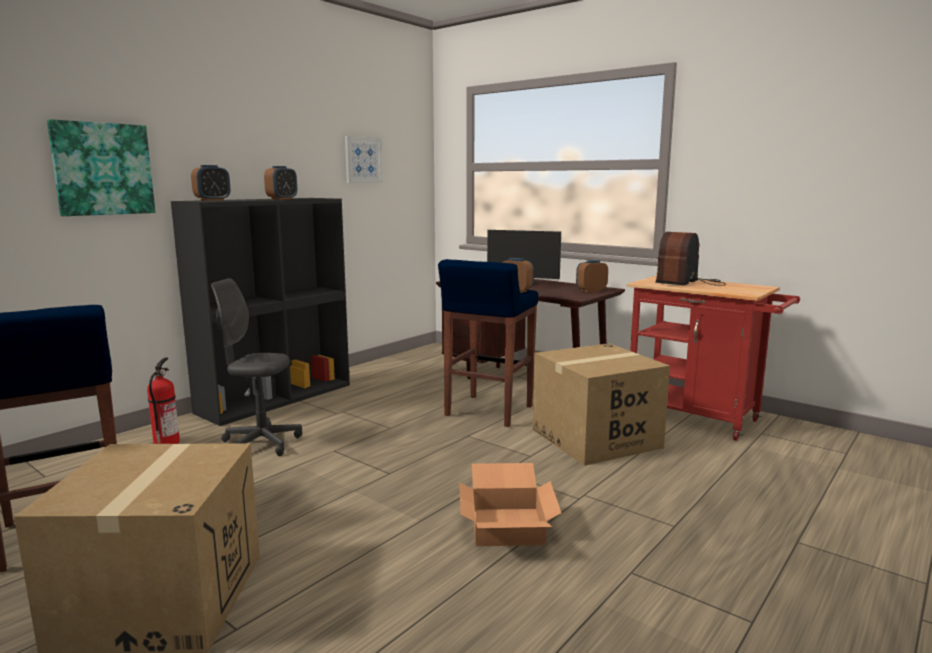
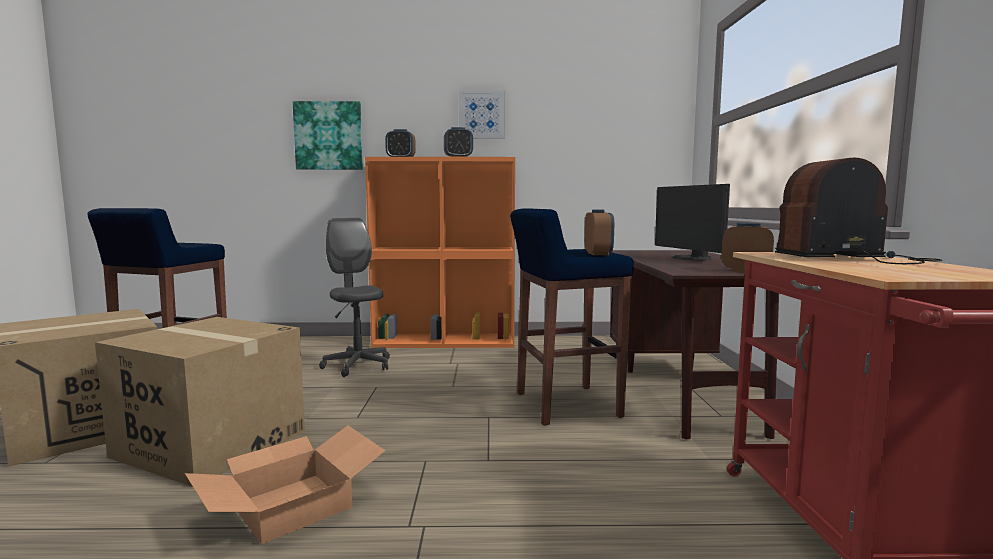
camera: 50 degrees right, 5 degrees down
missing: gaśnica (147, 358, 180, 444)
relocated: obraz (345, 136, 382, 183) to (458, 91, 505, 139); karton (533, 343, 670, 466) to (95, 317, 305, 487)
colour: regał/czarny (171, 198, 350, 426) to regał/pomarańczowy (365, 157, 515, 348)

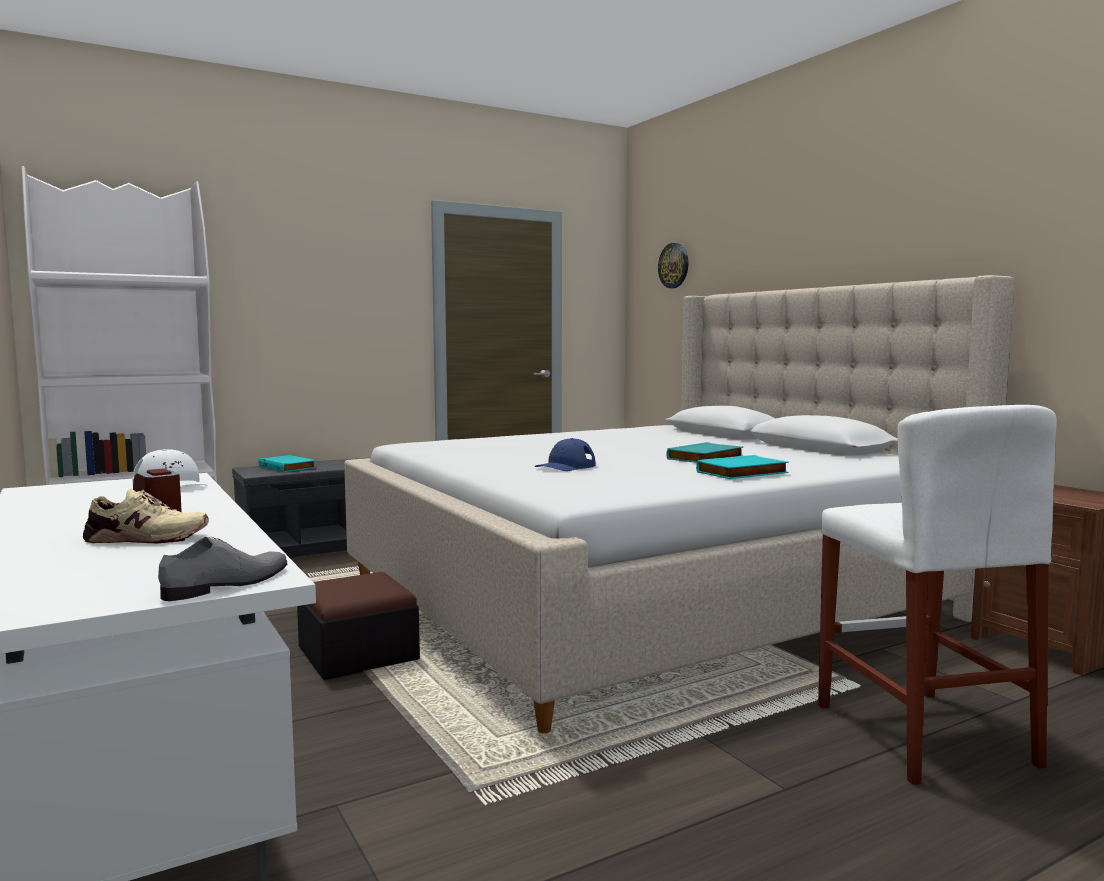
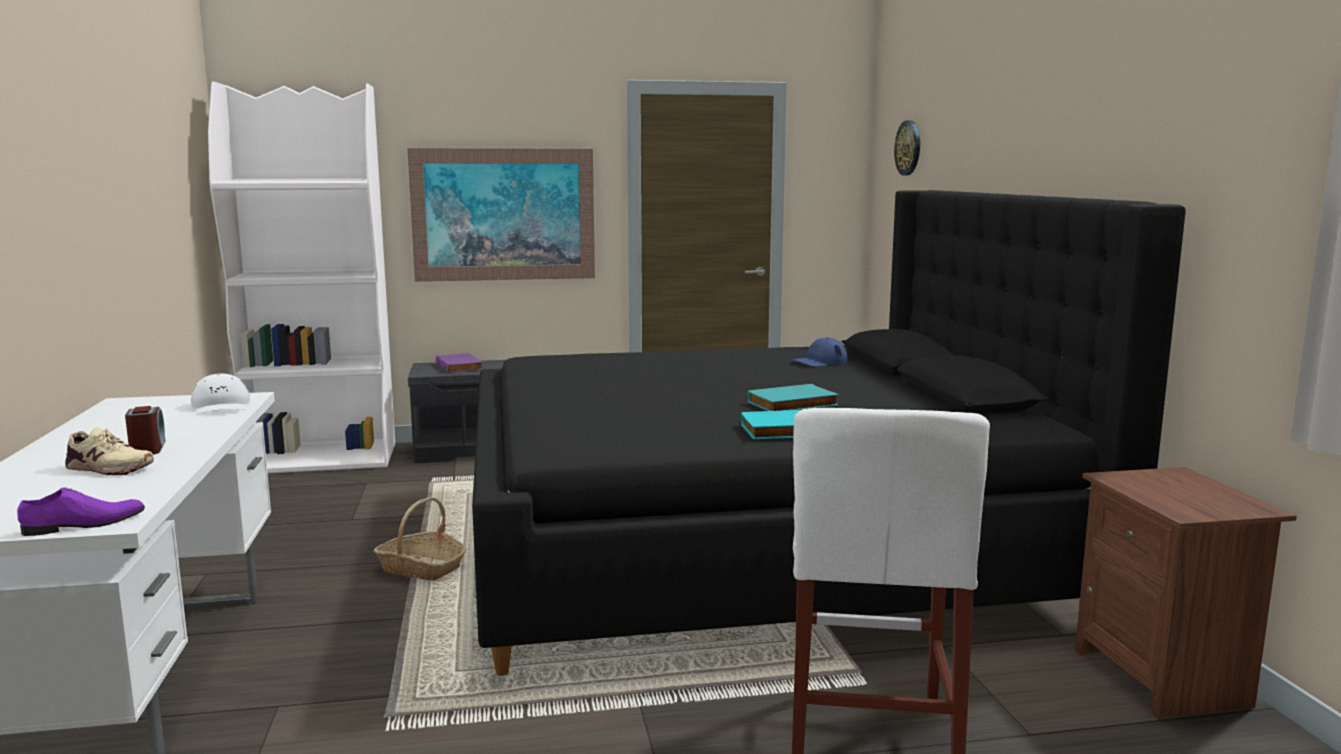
camera: 20 degrees right, 5 degrees up
appeared: obraz (407, 148, 595, 282)
relocated: czapka z daszkiem/niebieski (535, 438, 595, 471) to (792, 337, 848, 367)
exchanged: pufa (297, 572, 420, 680) to koszyk (374, 497, 466, 580)
colour: but/szary (158, 537, 287, 601) to but/fioletowy (17, 488, 145, 536); książka/turkusowy (258, 455, 316, 472) to książka/fioletowy (436, 353, 483, 373); łóżko/beżowy (344, 275, 1015, 733) to łóżko/czarny (472, 190, 1186, 676)

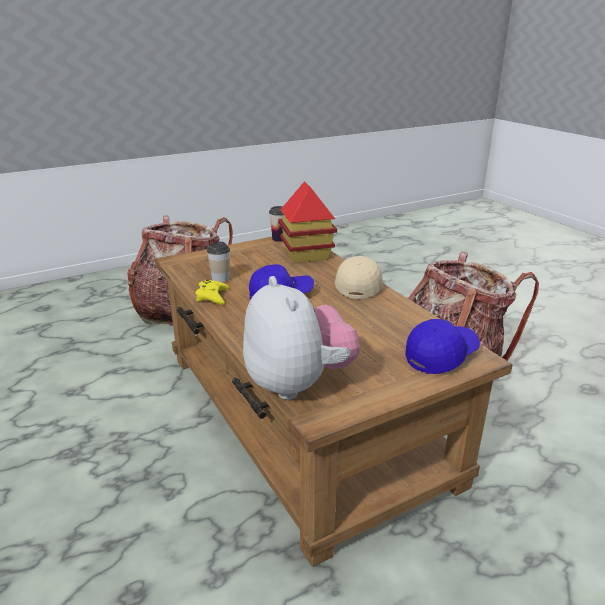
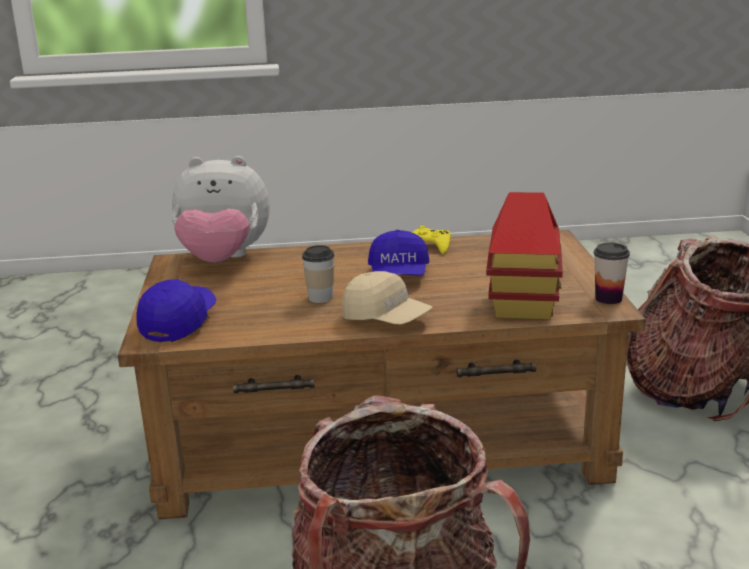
camera: 115 degrees right, 5 degrees down
relocated: filiżanka (207, 242, 230, 283) to (302, 245, 335, 303)
spun: czapka z daszkiem/niebieski (405, 319, 480, 374) = (136, 279, 216, 342) 150 degrees counterclockwise

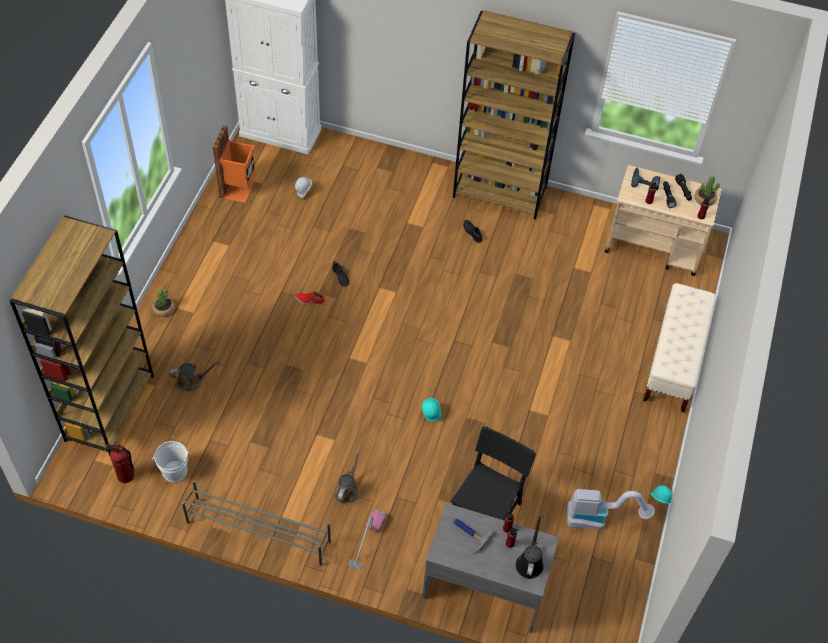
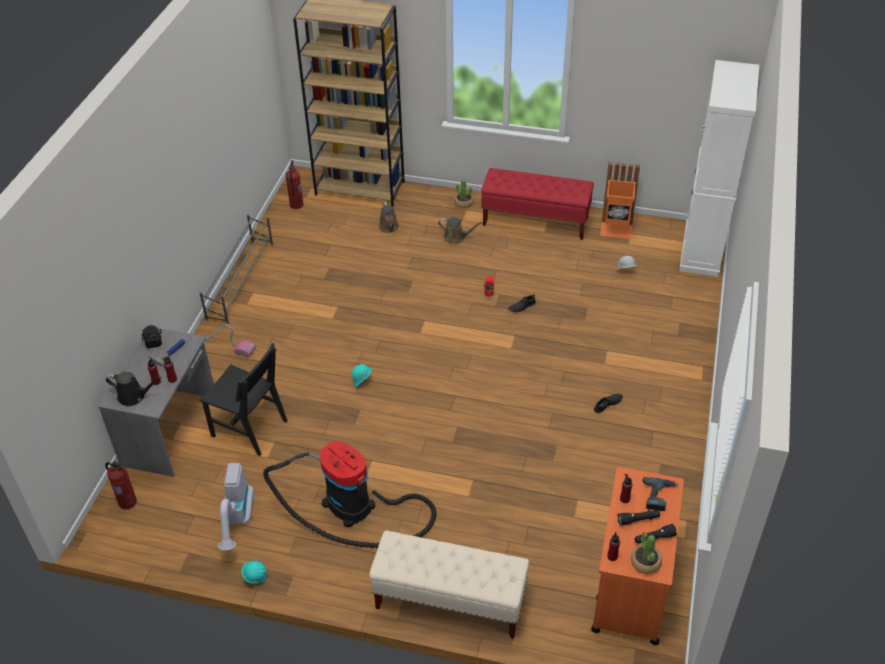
camera: 90 degrees right, 10 degrees down
missing: wiadro/biały (152, 441, 190, 483); regał/brązowy (453, 10, 575, 219)
appeared: gaśnica (105, 461, 137, 509); słoik/czarny (141, 325, 162, 348); odkurzacz (263, 441, 436, 548); ławka/czerwony (481, 168, 594, 240)
relocated: konewka/brązowy (334, 449, 360, 504) to (438, 217, 483, 245)
colour: wózek/beżowy (605, 165, 722, 276) to wózek/pomarańczowy (591, 467, 684, 645)

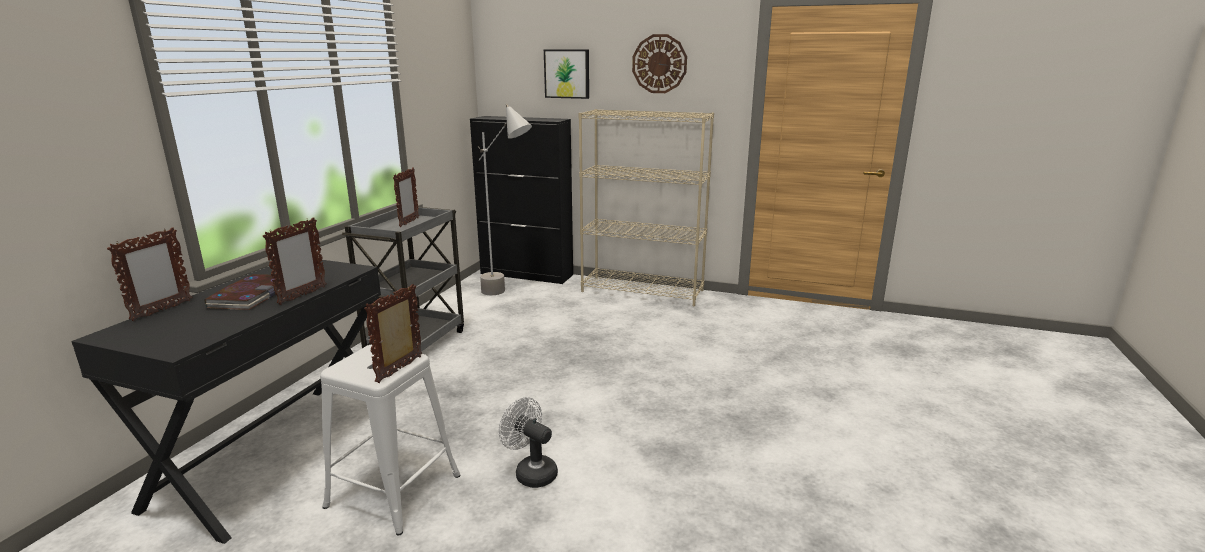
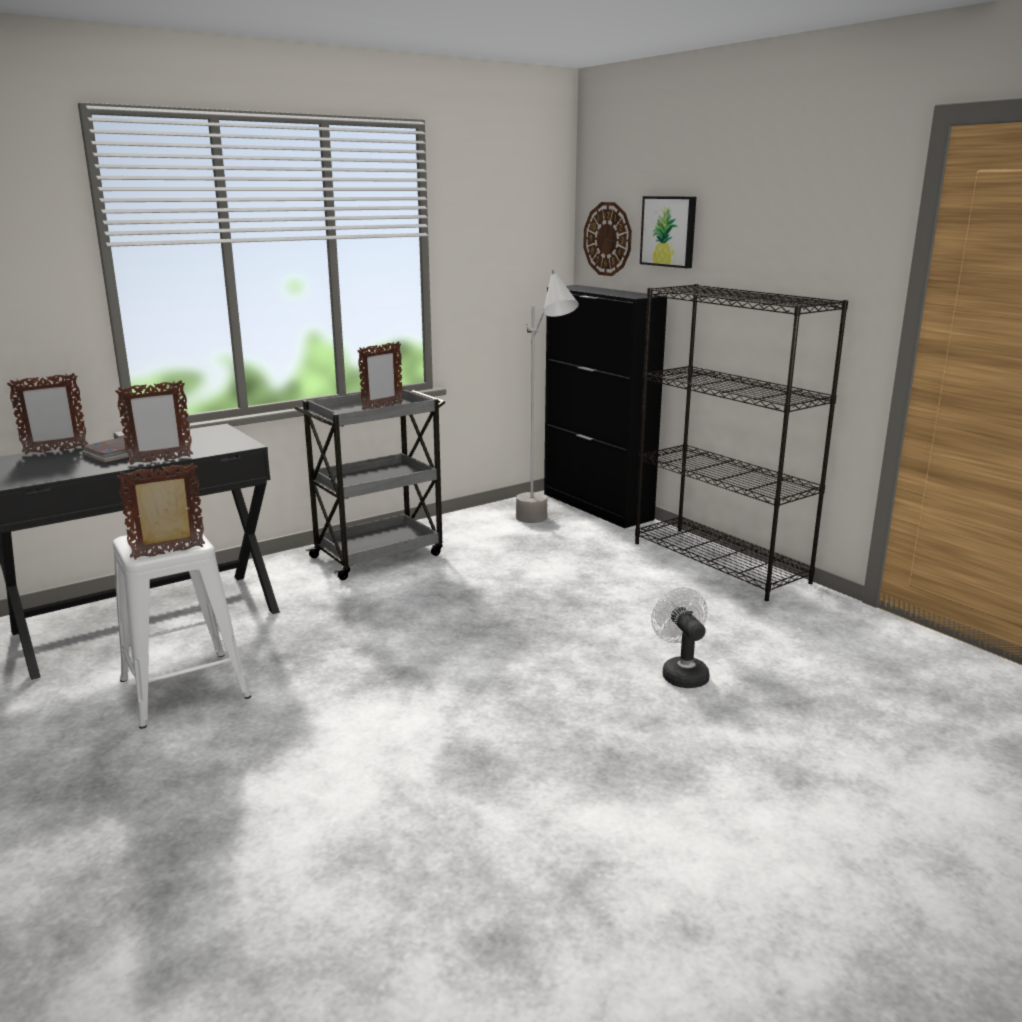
camera: 35 degrees right, 0 degrees up
relocated: wentylator/biały (499, 397, 558, 488) to (651, 587, 709, 688); zegar ścienny (632, 34, 687, 93) to (583, 202, 632, 276)
colour: regał/beżowy (579, 109, 714, 306) to regał/czarny (635, 284, 848, 601)

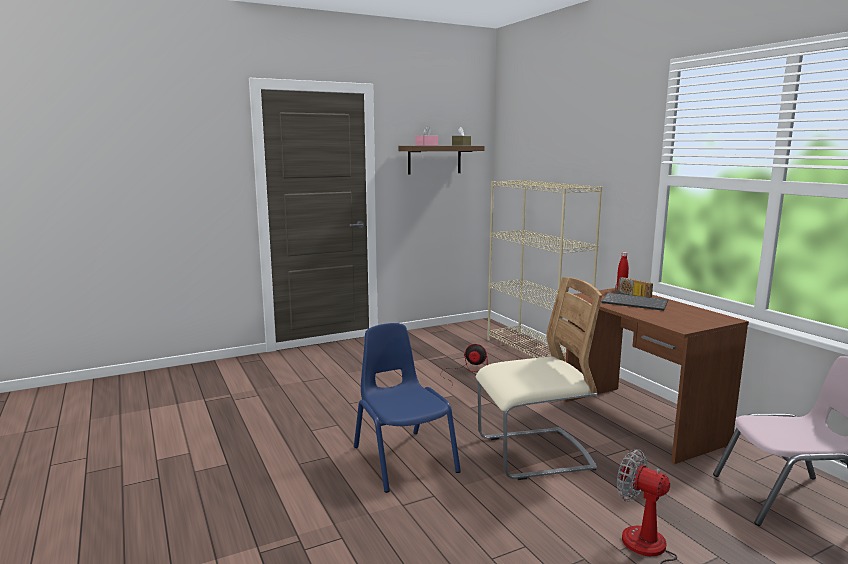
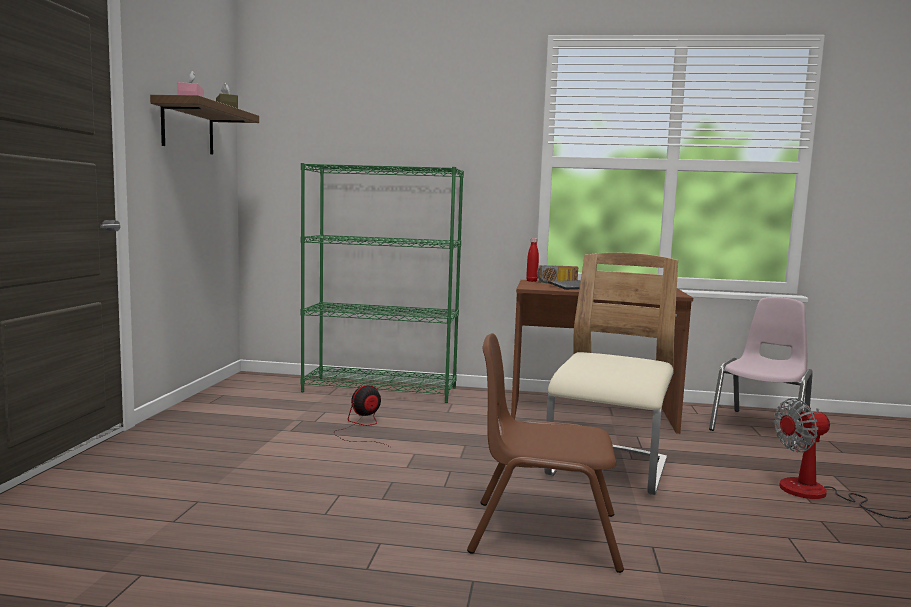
camera: 55 degrees left, 5 degrees down
colour: krzesło/niebieski (354, 323, 461, 493) to krzesło/brązowy (467, 333, 624, 573); regał/beżowy (487, 180, 602, 358) to regał/zielony (300, 163, 464, 403)

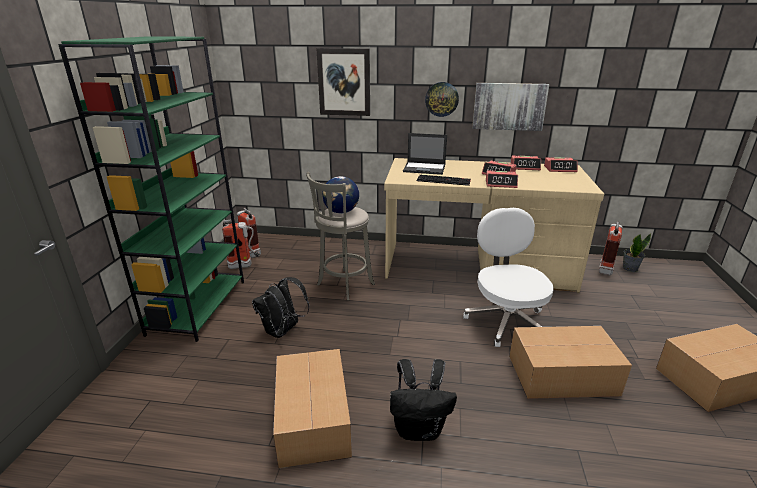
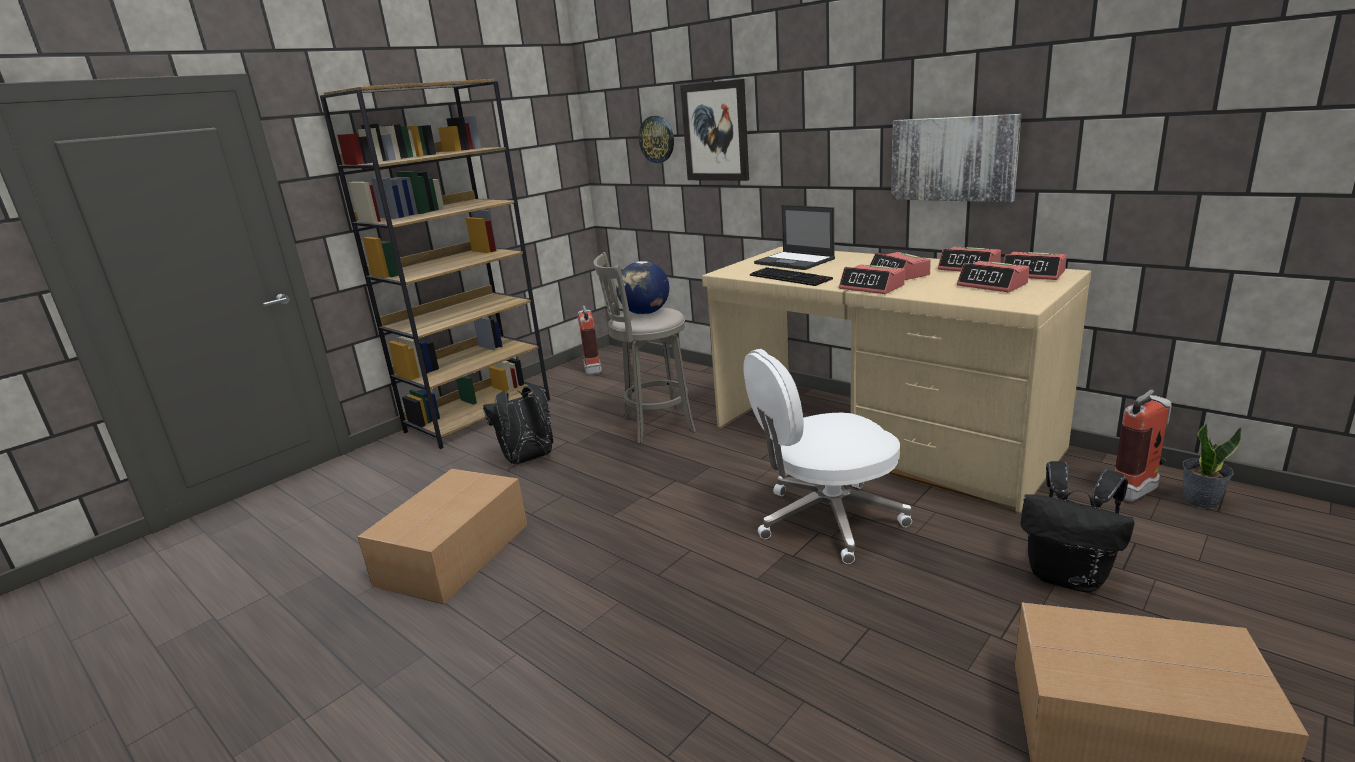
camera: 35 degrees right, 5 degrees down
missing: gaśnica (222, 218, 260, 269); karton (509, 326, 632, 399)
appeared: budzik (957, 261, 1029, 292)
relocated: plecak/czarny (390, 359, 457, 441) to (1021, 461, 1134, 592); zegar ścienny (425, 82, 459, 117) to (639, 116, 674, 163)
colour: regał/zielony (58, 36, 244, 342) to regał/brązowy (320, 79, 550, 449)
spun: krzesło biurowe/biały (463, 208, 554, 347) = (743, 349, 912, 564) 135 degrees counterclockwise

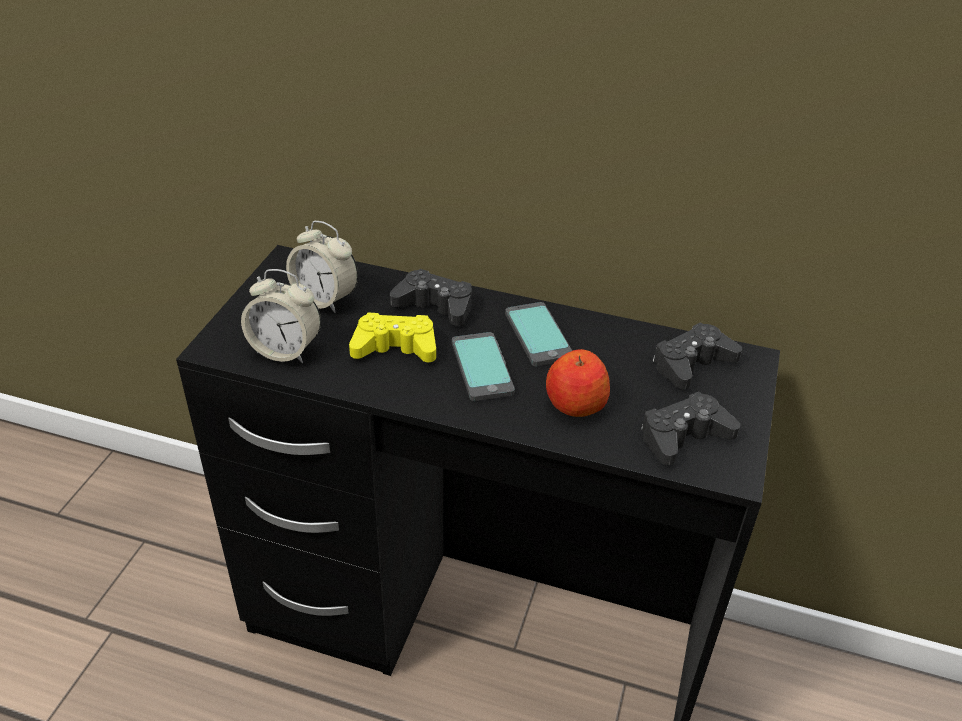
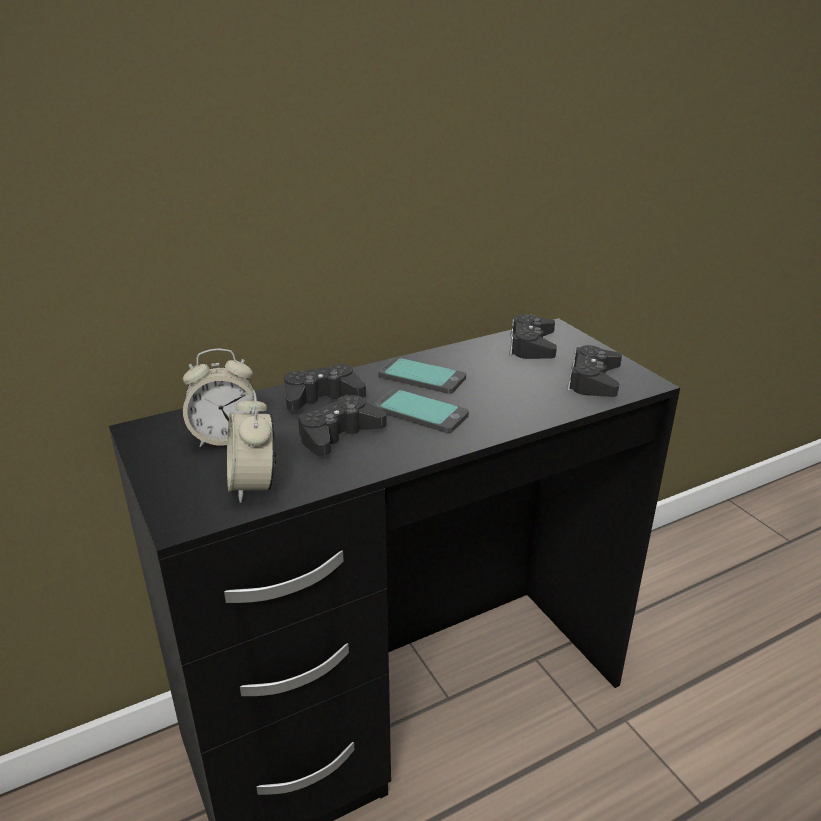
camera: 45 degrees left, 10 degrees down
missing: jabłko (546, 349, 610, 417)
colour: pad do gier/żółty (349, 313, 436, 362) to pad do gier/czarny (298, 395, 387, 456)
spun: budzik (241, 269, 321, 363) = (227, 390, 276, 503) 105 degrees clockwise

